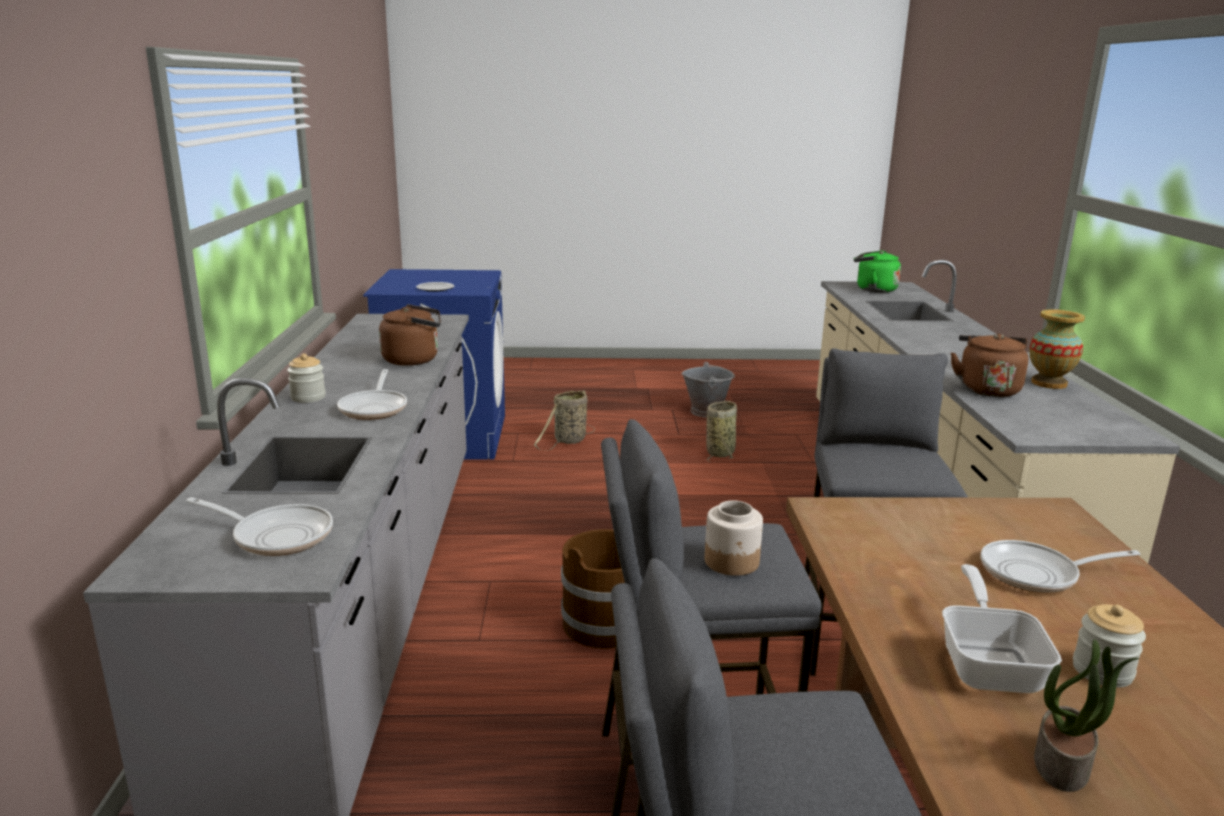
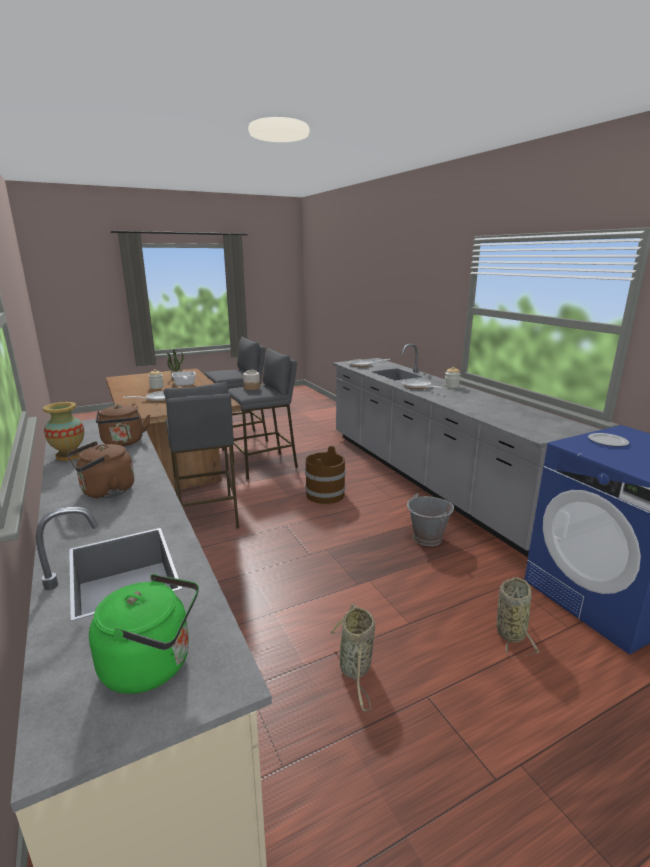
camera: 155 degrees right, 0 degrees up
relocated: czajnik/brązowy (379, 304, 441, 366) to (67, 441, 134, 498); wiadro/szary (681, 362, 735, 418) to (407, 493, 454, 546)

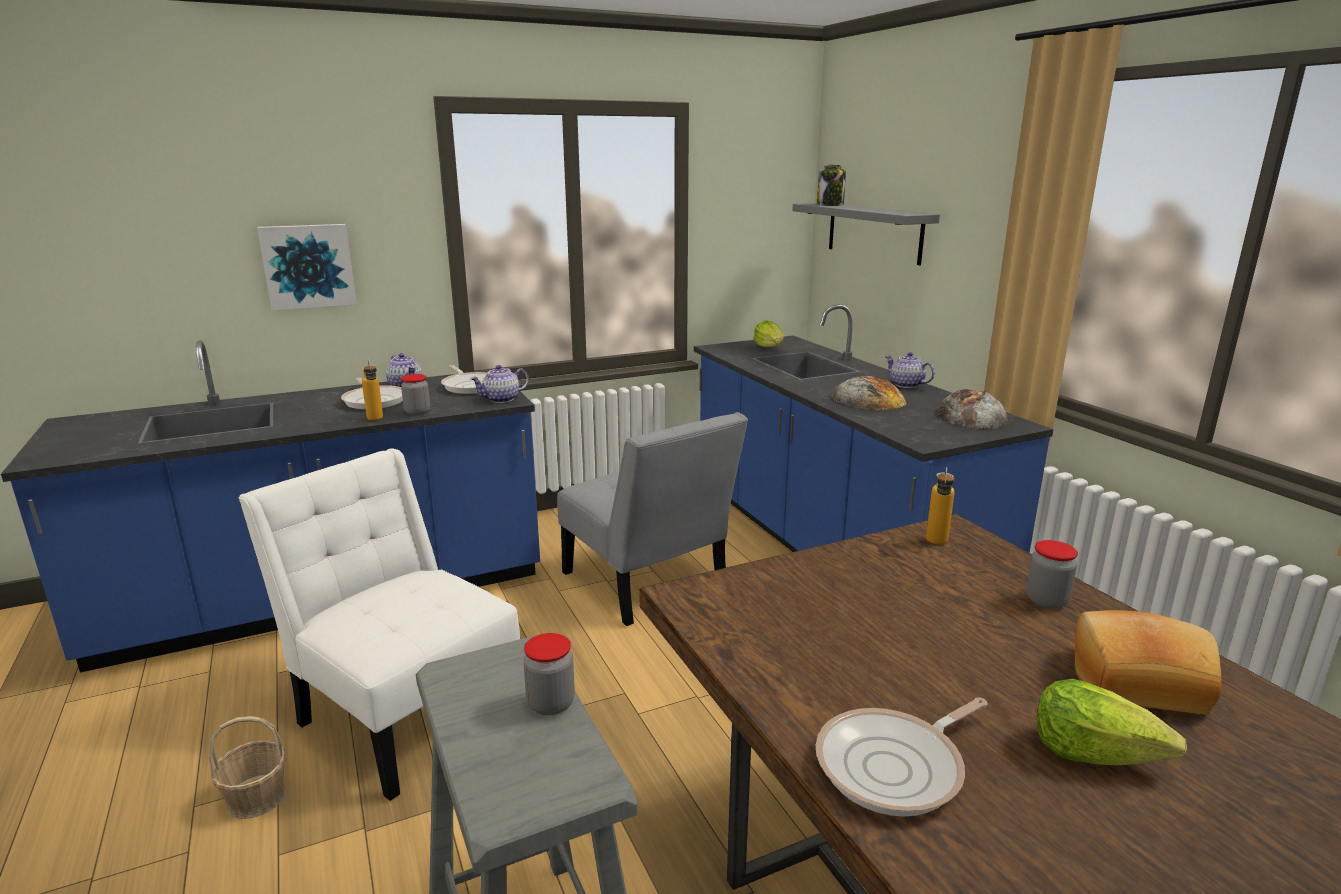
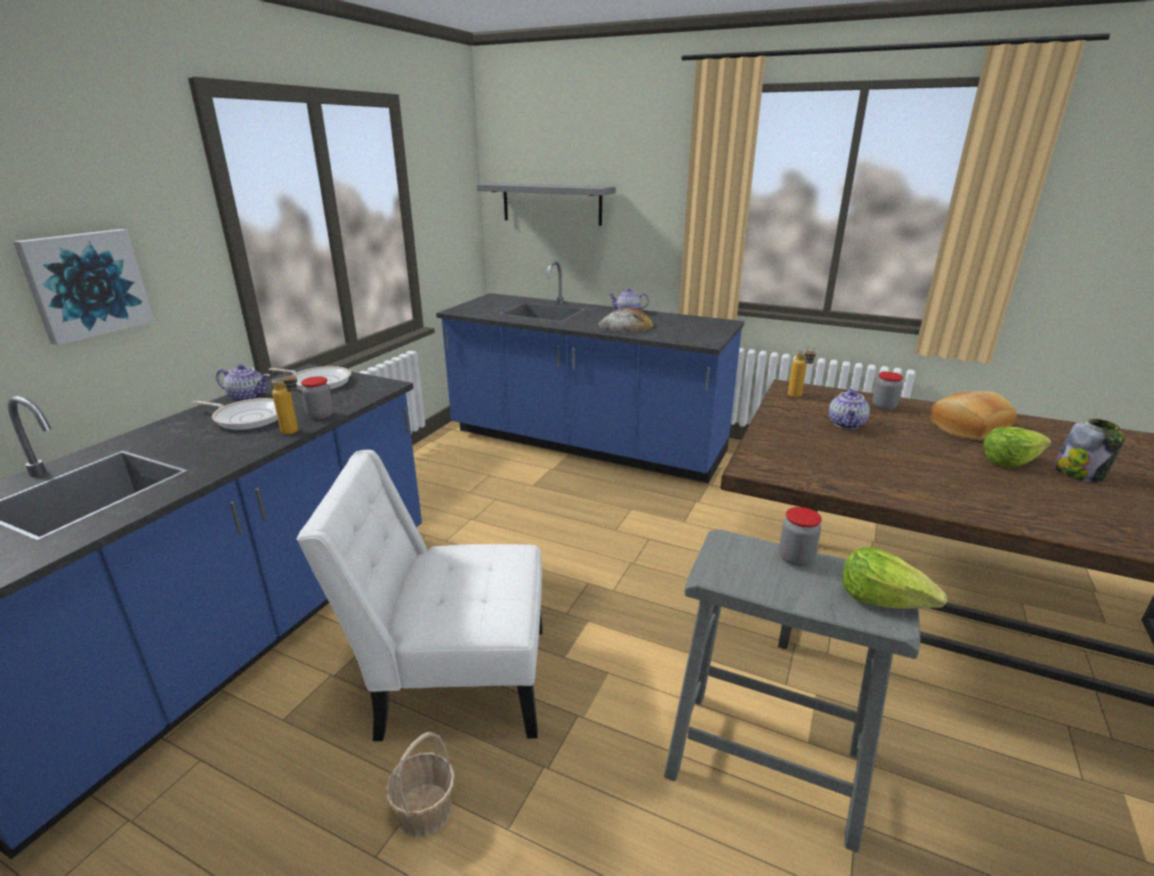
camera: 40 degrees left, 5 degrees up
missing: krzesło/szary (557, 412, 748, 626); patelnia (816, 697, 988, 816); chleb (937, 389, 1008, 429)
relocated: imbryk (470, 365, 529, 403) to (829, 388, 870, 429); sałata (754, 320, 784, 347) to (842, 547, 947, 609); słoik (817, 165, 846, 206) to (1054, 418, 1126, 483)

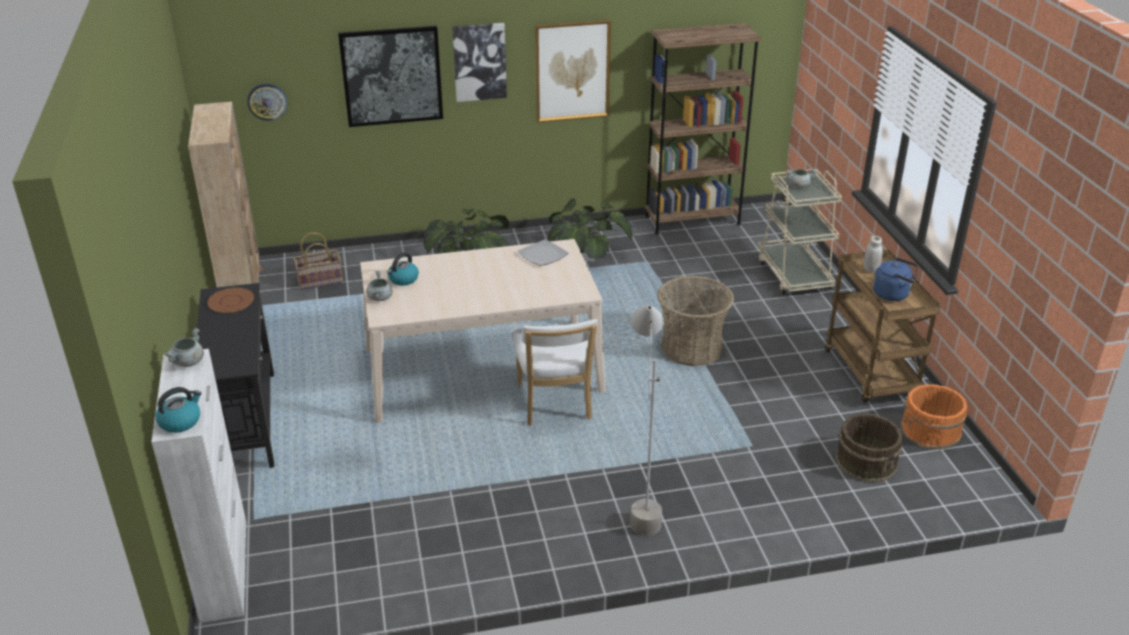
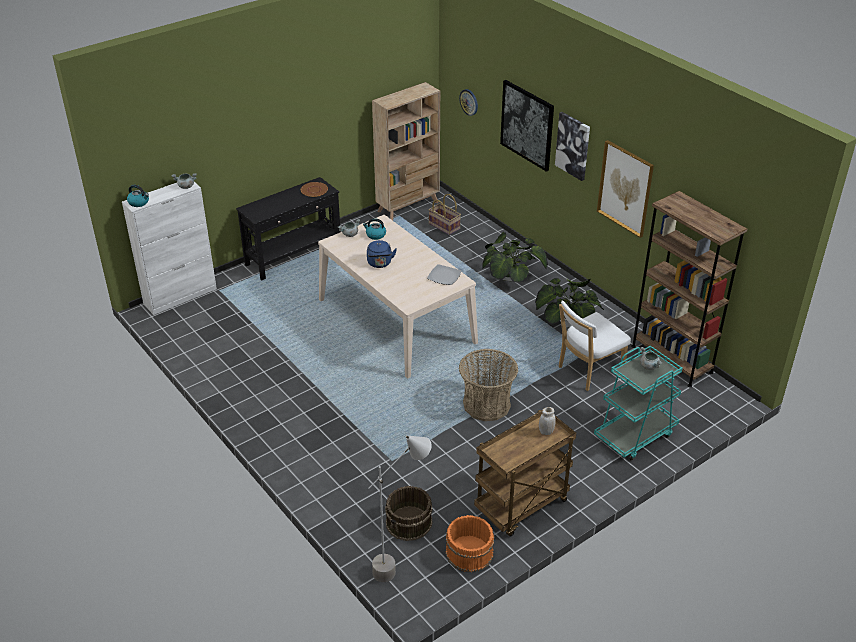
camera: 65 degrees right, 5 degrees up
relocated: krzesło/biały (513, 319, 598, 425) to (559, 301, 631, 391); lampa stojąca/szary (630, 305, 664, 536) to (368, 436, 432, 582); czajnik/niebieski (873, 258, 918, 301) to (367, 240, 397, 268)
colour: wózek/beżowy (758, 169, 842, 295) to wózek/turkusowy (594, 346, 683, 460)

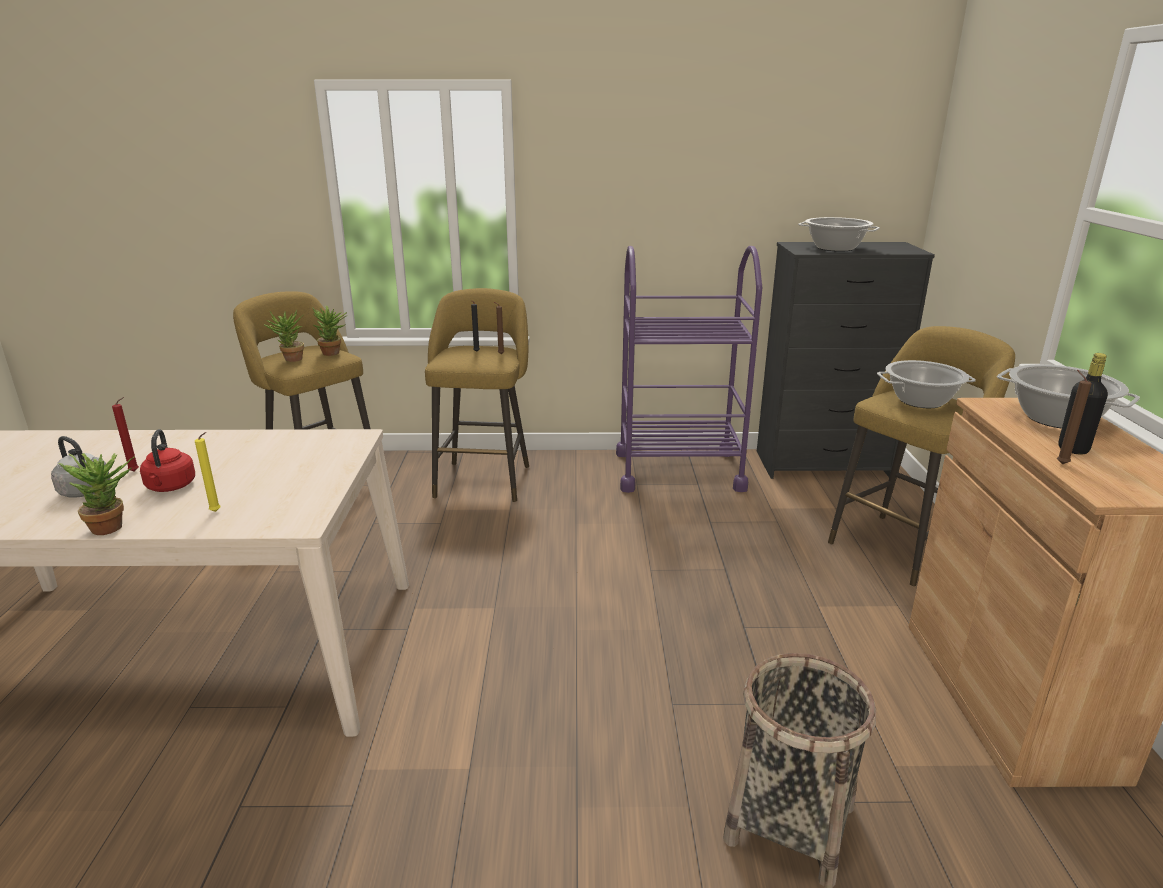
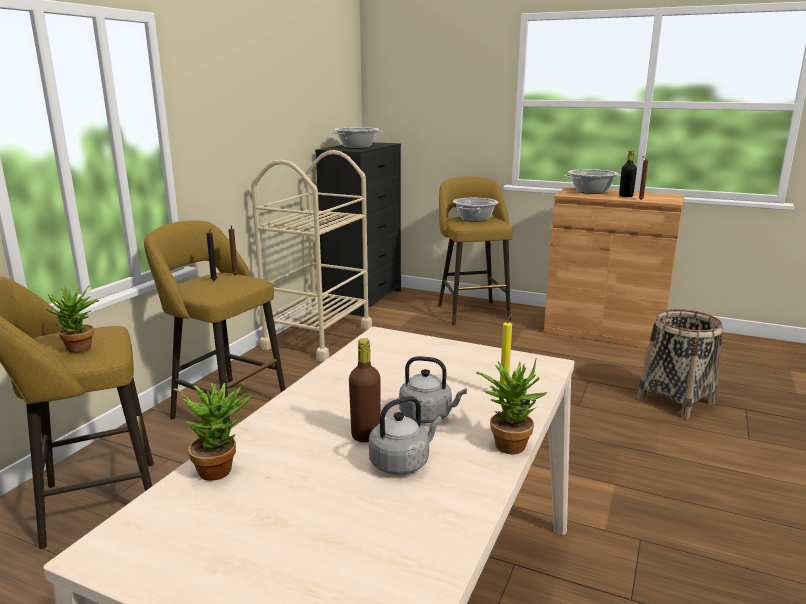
camera: 65 degrees left, 5 degrees down
relocated: roślina doniczkowa (312, 306, 348, 356) to (174, 383, 253, 481)
exchanged: świeca/czerwony (112, 397, 139, 472) to butelka/brązowy (349, 338, 380, 442)
colour: czajnik/czerwony (140, 429, 195, 492) to czajnik/szary (399, 356, 467, 423); wózek/fioletowy (616, 246, 762, 493) to wózek/beżowy (251, 150, 372, 361)

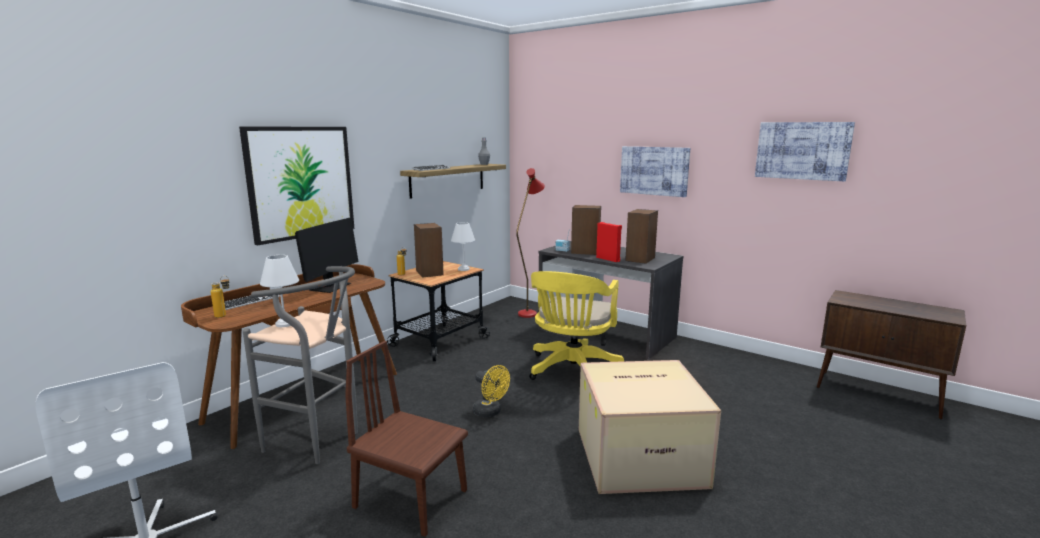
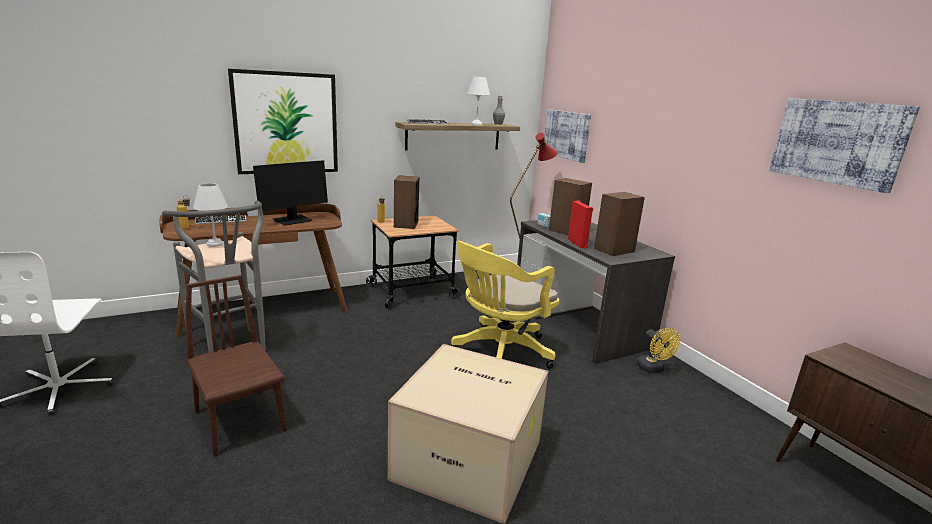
camera: 25 degrees right, 5 degrees up
relocated: lampa stołowa/biały (451, 222, 475, 271) to (467, 77, 490, 125); wentylator/żółty (473, 365, 510, 417) to (637, 328, 680, 373); obraz (620, 146, 690, 197) to (544, 109, 591, 163)

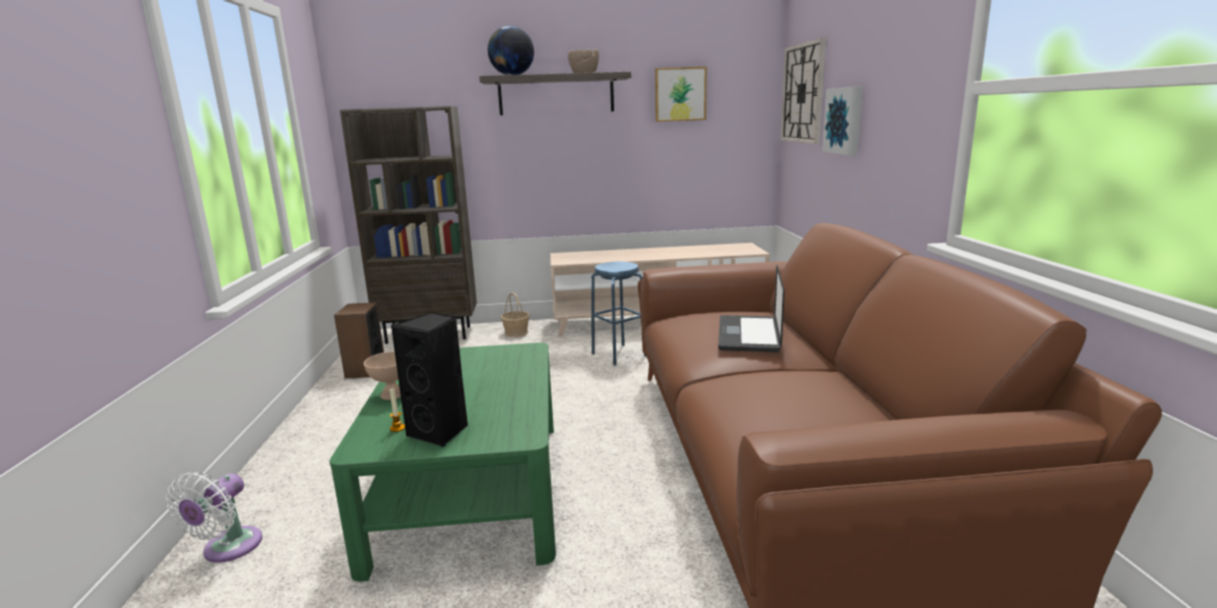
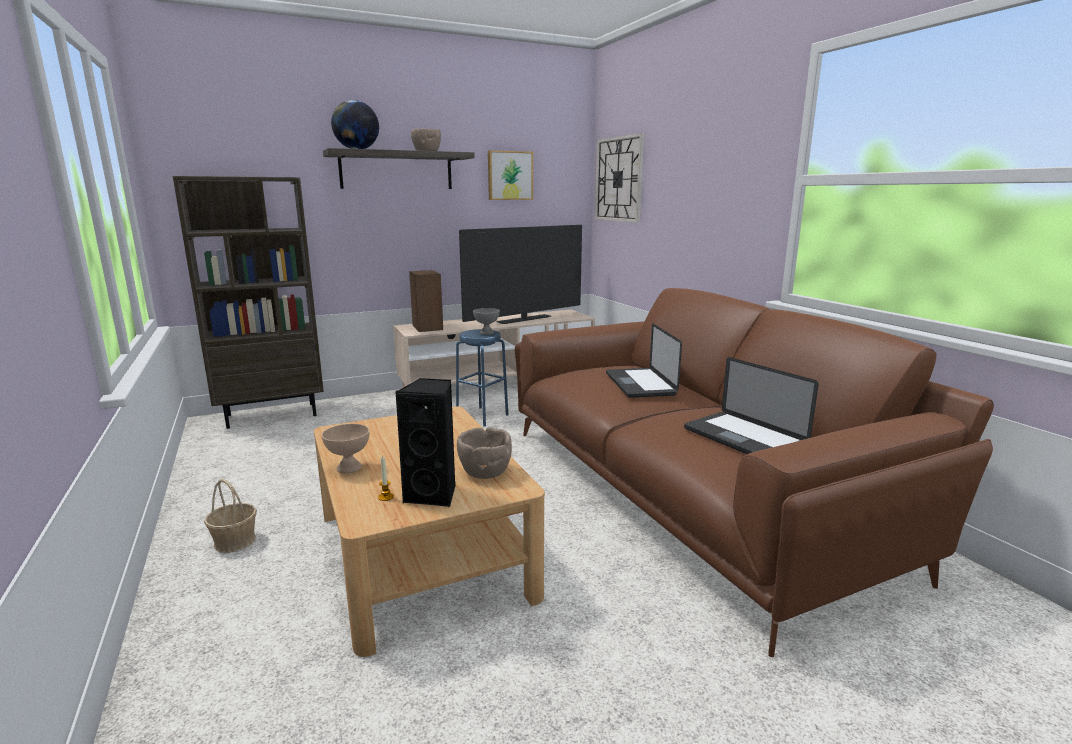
camera: 20 degrees left, 0 degrees up
missing: wentylator/biały (166, 472, 262, 563); obraz (822, 86, 863, 155)
appeared: miska/brązowy (457, 427, 512, 479); telewizor (459, 225, 582, 324); miska/szary (473, 308, 500, 335); laptop (684, 357, 819, 454)
relocated: głośnik (334, 303, 384, 379) to (409, 270, 443, 332); koszyk (501, 292, 530, 337) to (204, 479, 257, 553)
colour: ława/zielony (330, 343, 556, 581) to ława/beżowy (314, 406, 545, 657)

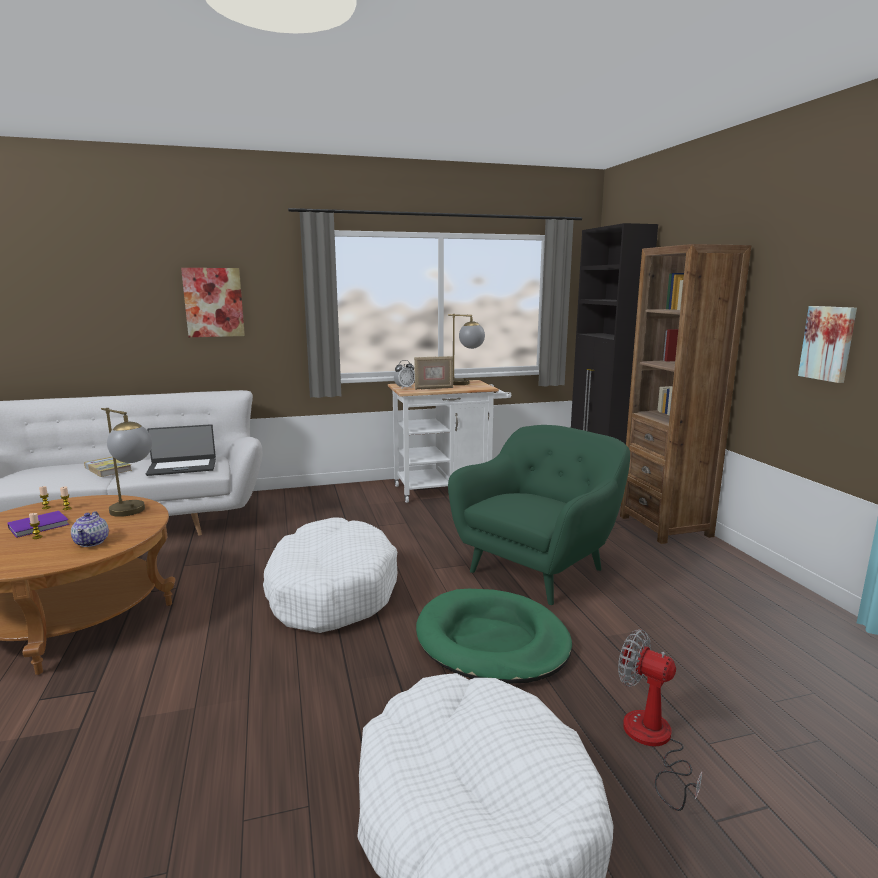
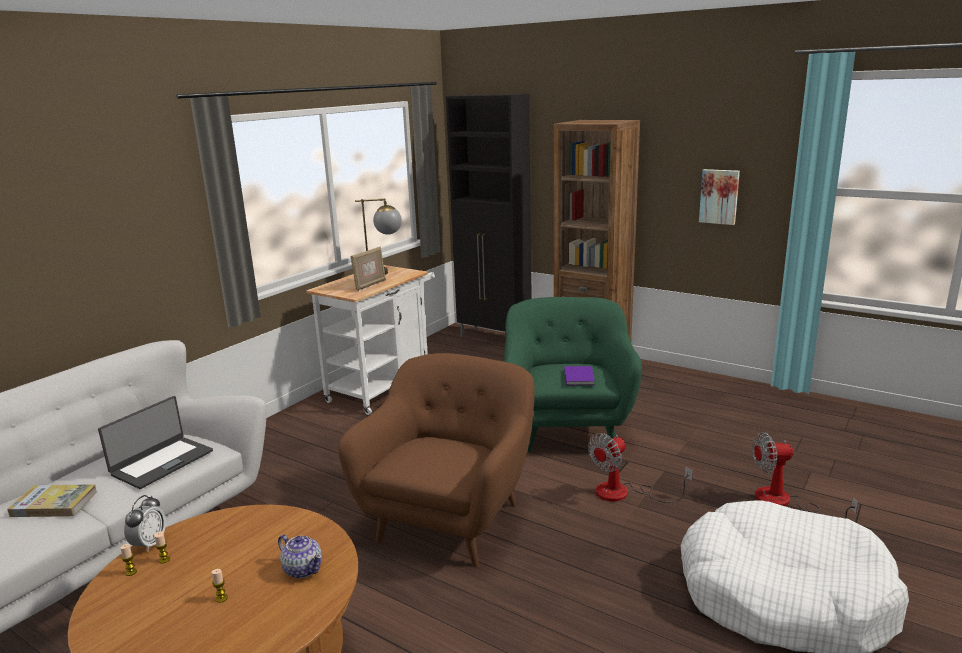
camera: 40 degrees left, 5 degrees up
missing: lampa stołowa (101, 408, 152, 517); obraz (181, 268, 245, 337)
relocated: książka/fioletowy (7, 511, 69, 538) to (564, 366, 595, 385); budzik (394, 360, 415, 389) to (124, 495, 166, 552)
exchanged: legowisko/biały (263, 518, 398, 633) to fotel/brązowy (338, 353, 535, 567); legowisko/zielony (416, 589, 572, 684) to wentylator (588, 433, 693, 503)

